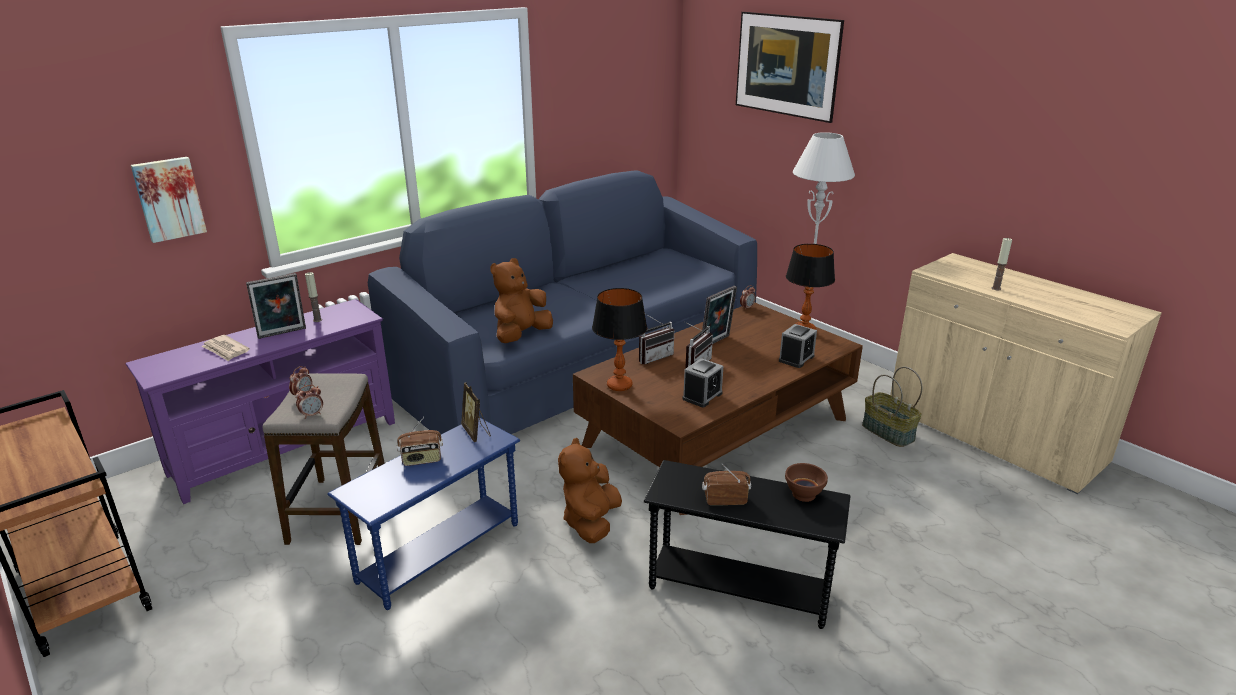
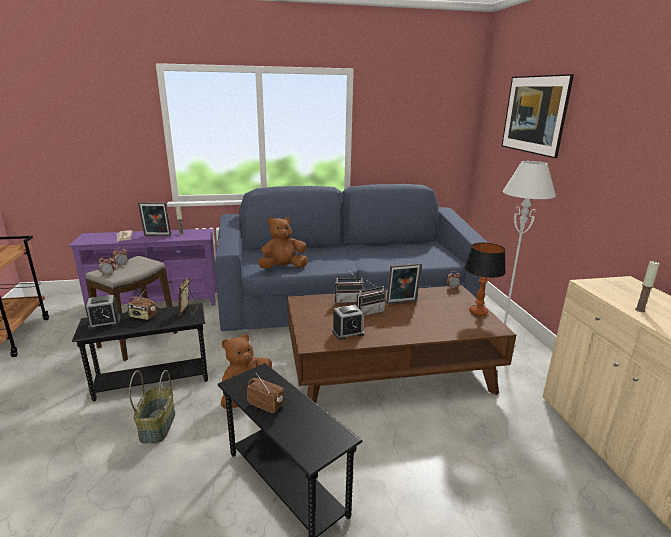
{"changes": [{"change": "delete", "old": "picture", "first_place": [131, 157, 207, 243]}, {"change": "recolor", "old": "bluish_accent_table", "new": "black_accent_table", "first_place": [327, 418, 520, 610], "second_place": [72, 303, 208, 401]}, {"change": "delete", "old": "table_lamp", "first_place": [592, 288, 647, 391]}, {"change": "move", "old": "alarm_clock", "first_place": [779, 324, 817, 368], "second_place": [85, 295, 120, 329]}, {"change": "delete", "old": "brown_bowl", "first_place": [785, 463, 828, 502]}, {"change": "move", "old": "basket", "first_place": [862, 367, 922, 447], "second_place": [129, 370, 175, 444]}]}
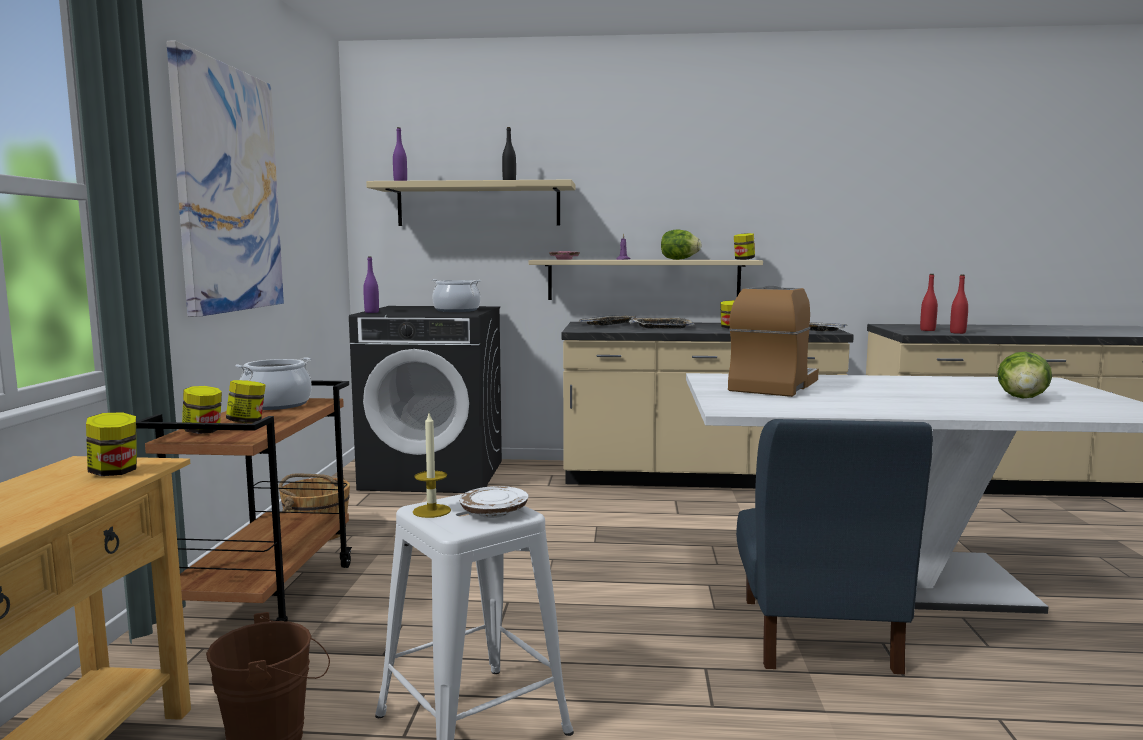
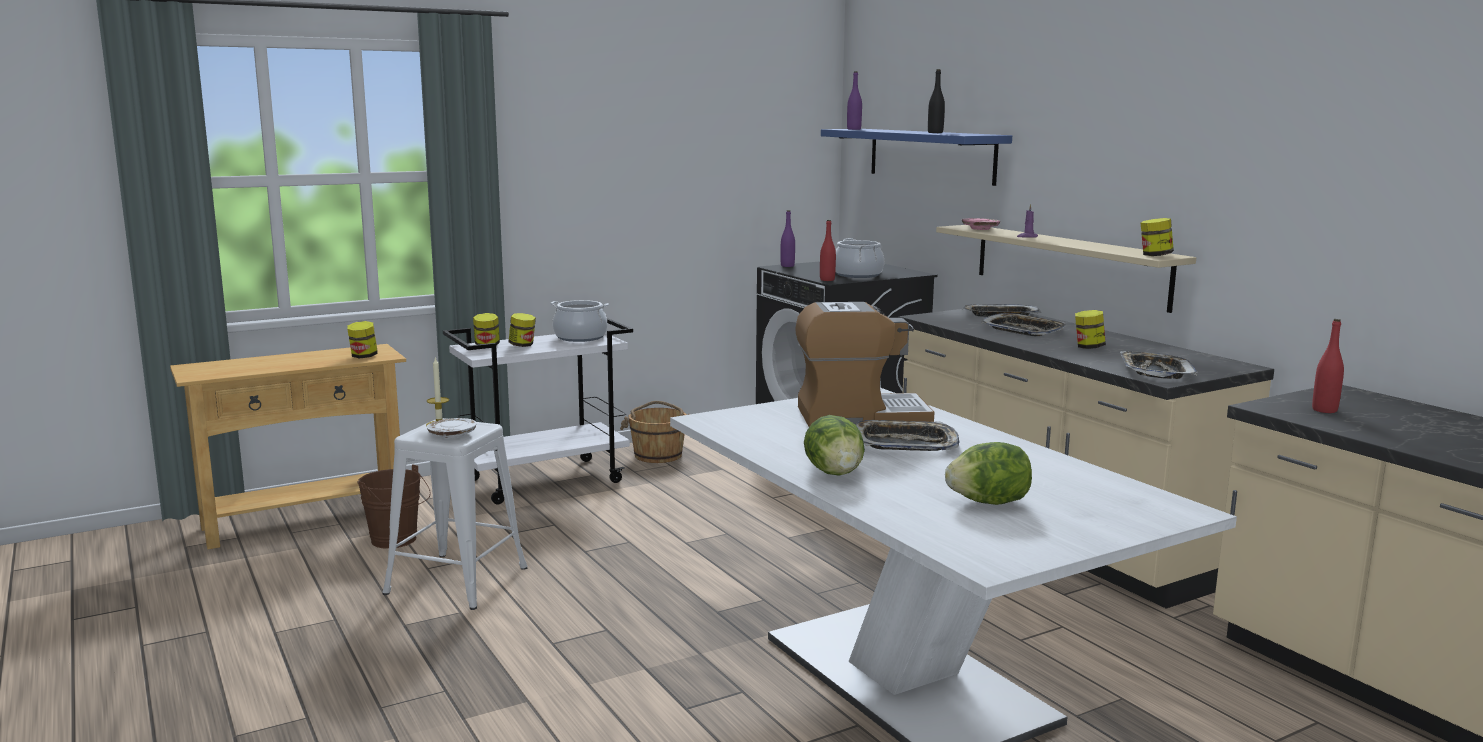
{"changes": [{"change": "recolor", "old": "brown_trolley", "new": "whitish_trolley", "first_place": [136, 380, 352, 622], "second_place": [443, 318, 633, 505]}, {"change": "delete", "old": "picture", "first_place": [166, 41, 284, 317]}, {"change": "recolor", "old": "sand-coloured_bracket_shelf", "new": "bluish_bracket_shelf", "first_place": [366, 180, 575, 226], "second_place": [821, 129, 1012, 186]}, {"change": "move", "old": "lettuce_head", "first_place": [661, 230, 701, 260], "second_place": [804, 415, 865, 475]}, {"change": "delete", "old": "bluish_chair", "first_place": [736, 419, 933, 674]}, {"change": "move", "old": "red_beverage_bottle", "first_place": [950, 274, 968, 334], "second_place": [820, 220, 836, 281]}, {"change": "insert", "new": "tray", "second_place": [856, 420, 959, 451]}]}
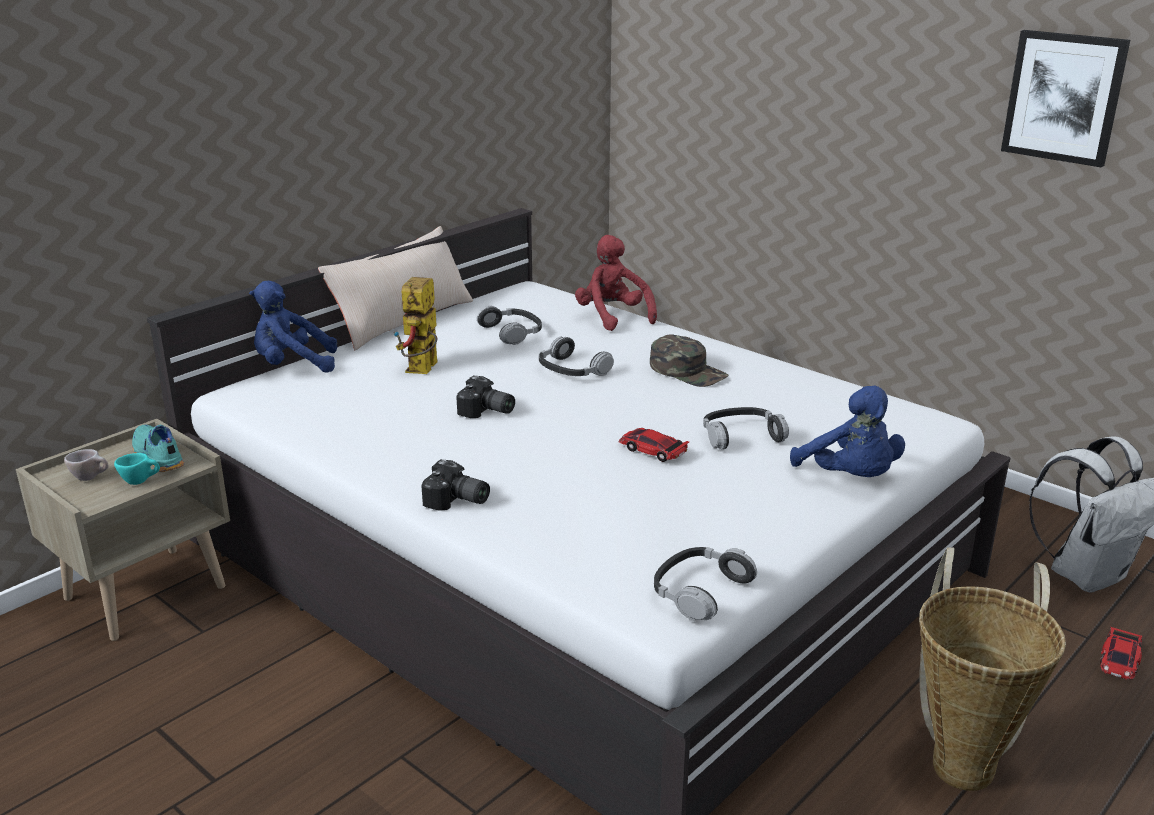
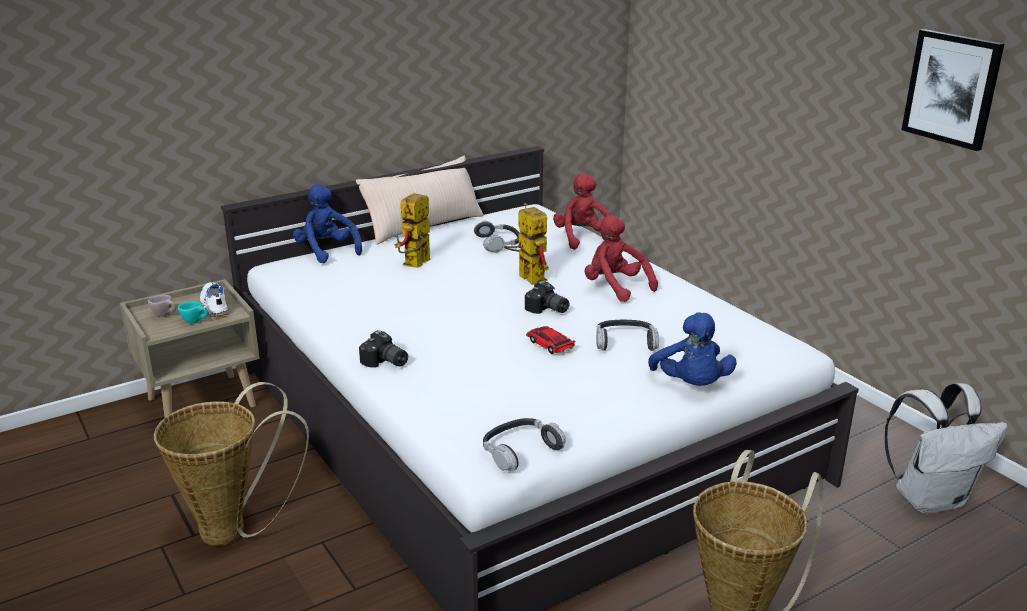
{"changes": [{"change": "recolor", "old": "blue-green_shoe", "new": "whitish_shoe", "first_place": [132, 425, 184, 472], "second_place": [200, 282, 229, 317]}, {"change": "rotate", "old": "bluish_soft_toy", "first_place": [249, 281, 337, 373], "second_place": [293, 184, 362, 264], "degrees": 45}, {"change": "move", "old": "photo_camera", "first_place": [456, 375, 515, 418], "second_place": [525, 281, 569, 314]}, {"change": "replace", "old": "headphones", "new": "model_robot", "first_place": [539, 336, 614, 376], "second_place": [504, 203, 549, 285]}, {"change": "replace", "old": "green-coloured_baseball_cap", "new": "red_soft_toy", "first_place": [650, 334, 728, 387], "second_place": [585, 215, 658, 302]}, {"change": "delete", "old": "miniature_car", "first_place": [1100, 627, 1142, 680]}, {"change": "insert", "new": "basket", "second_place": [154, 382, 309, 546]}]}
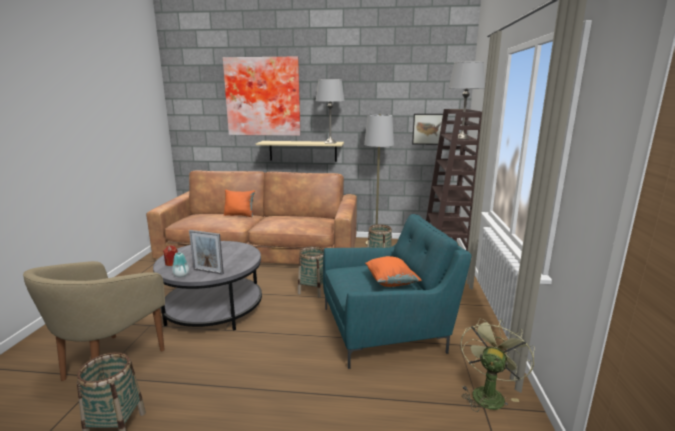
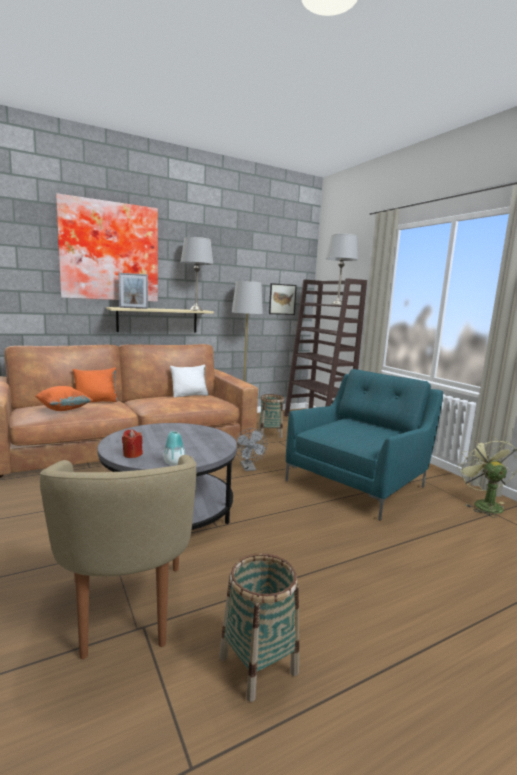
{"changes": [{"change": "move", "old": "picture_frame", "first_place": [189, 230, 224, 275], "second_place": [119, 273, 148, 309]}, {"change": "replace", "old": "basket", "new": "greyish_cooling_fan", "first_place": [298, 246, 324, 298], "second_place": [236, 428, 267, 471]}, {"change": "move", "old": "orange-coloured_throw_pillow", "first_place": [365, 256, 421, 287], "second_place": [35, 386, 93, 411]}, {"change": "insert", "new": "whitish_throw_pillow", "second_place": [170, 364, 208, 397]}]}
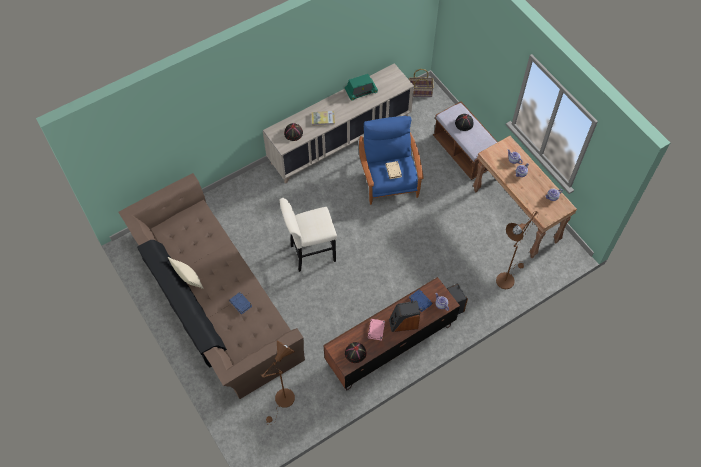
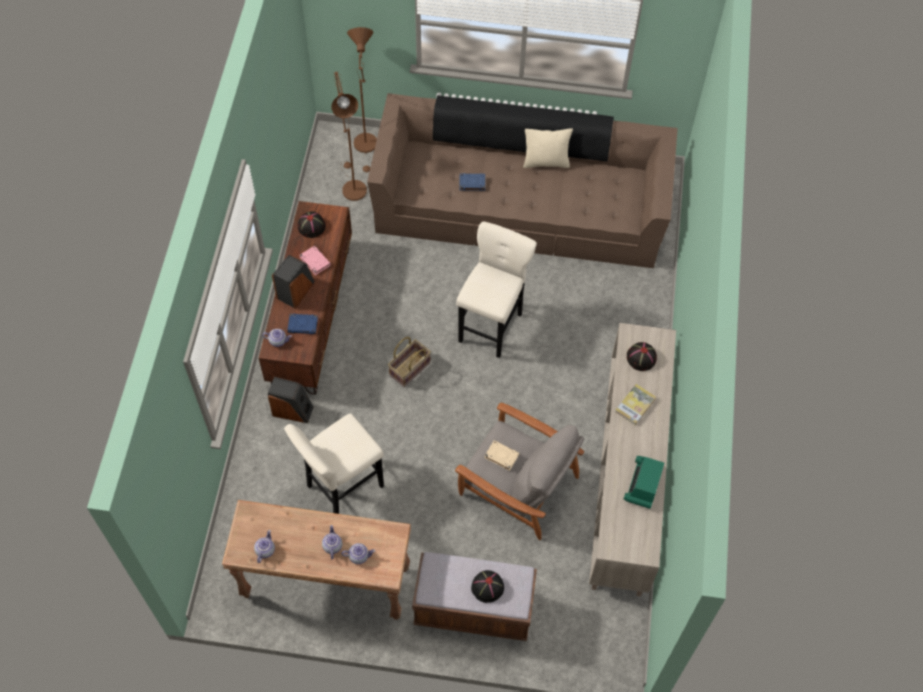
{"changes": [{"change": "recolor", "old": "bluish_lounge_chair", "new": "greyish_lounge_chair", "first_place": [359, 116, 423, 205], "second_place": [455, 403, 584, 540]}, {"change": "move", "old": "basket", "first_place": [409, 69, 434, 97], "second_place": [388, 337, 431, 387]}, {"change": "move", "old": "brown_standard_lamp", "first_place": [496, 211, 539, 289], "second_place": [347, 27, 377, 174]}, {"change": "insert", "new": "sand-coloured_stool", "second_place": [284, 413, 384, 514]}]}
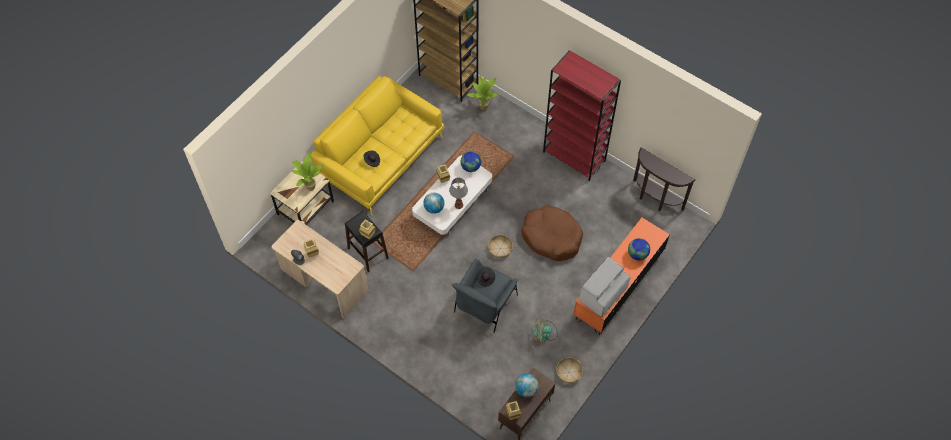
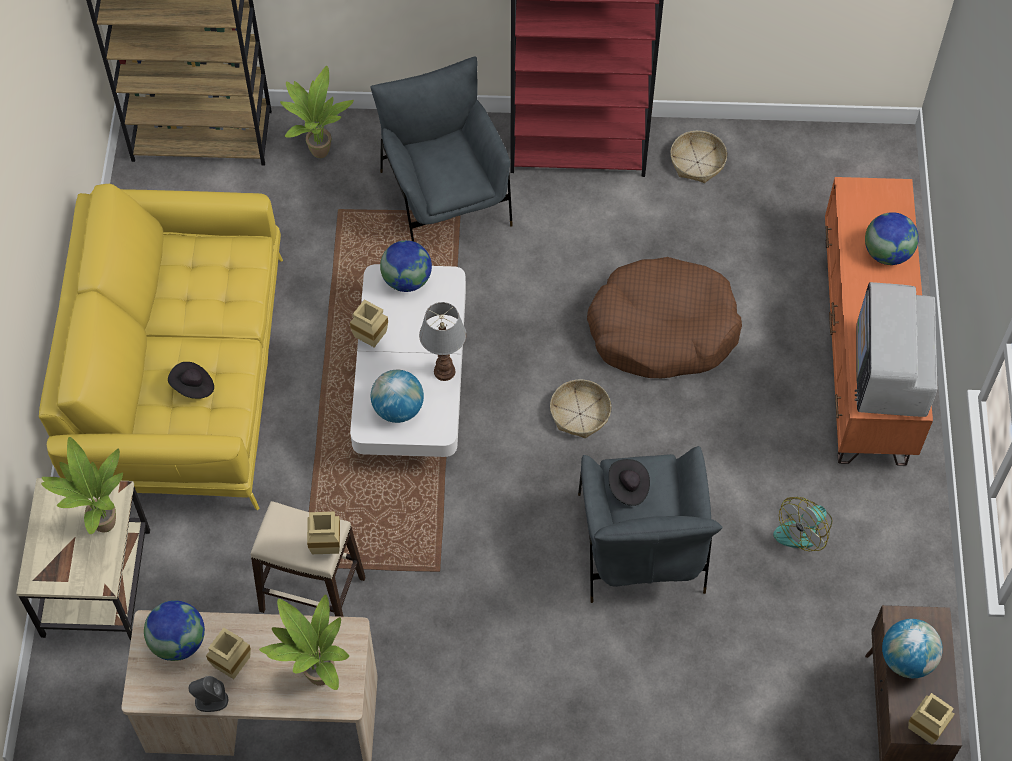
{"changes": [{"change": "recolor", "old": "black_stool", "new": "sand-coloured_stool", "first_place": [345, 211, 388, 272], "second_place": [251, 501, 366, 617]}, {"change": "move", "old": "basket", "first_place": [556, 357, 583, 383], "second_place": [670, 131, 727, 183]}, {"change": "delete", "old": "brown_narrow_table", "first_place": [633, 147, 695, 211]}, {"change": "insert", "new": "desk_globe", "second_place": [144, 600, 205, 661]}, {"change": "insert", "new": "potted_plant", "second_place": [259, 594, 349, 690]}, {"change": "insert", "new": "greyish_lounge_chair", "second_place": [370, 56, 513, 241]}]}
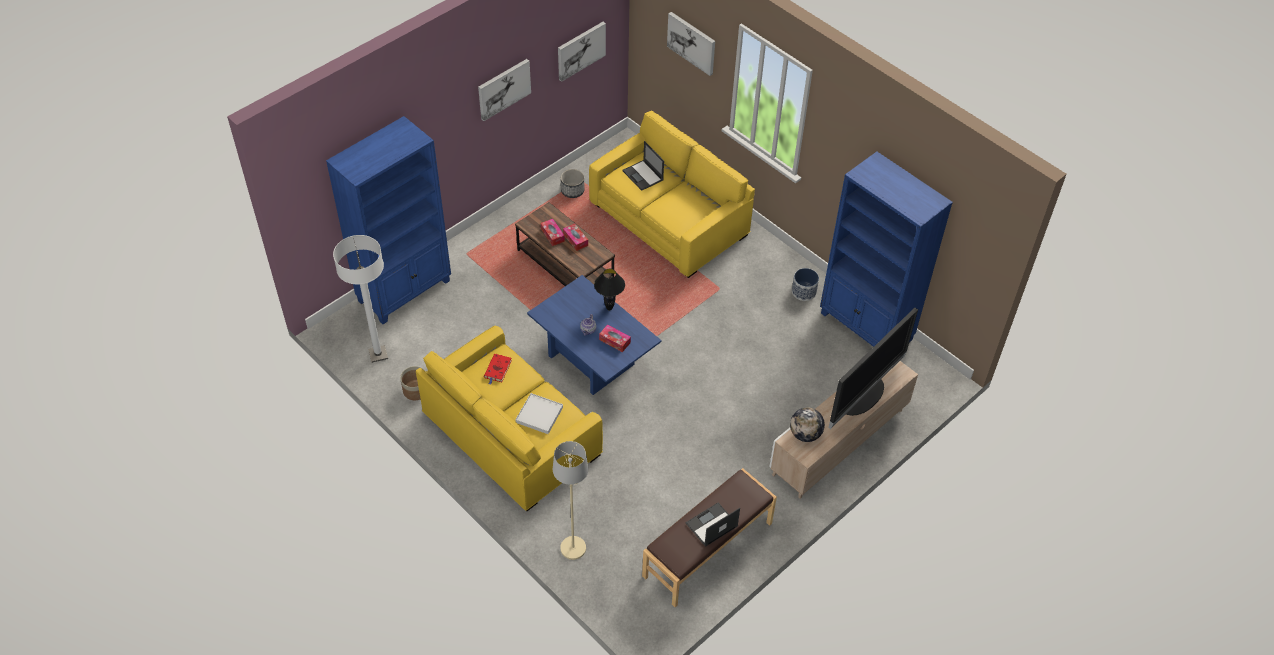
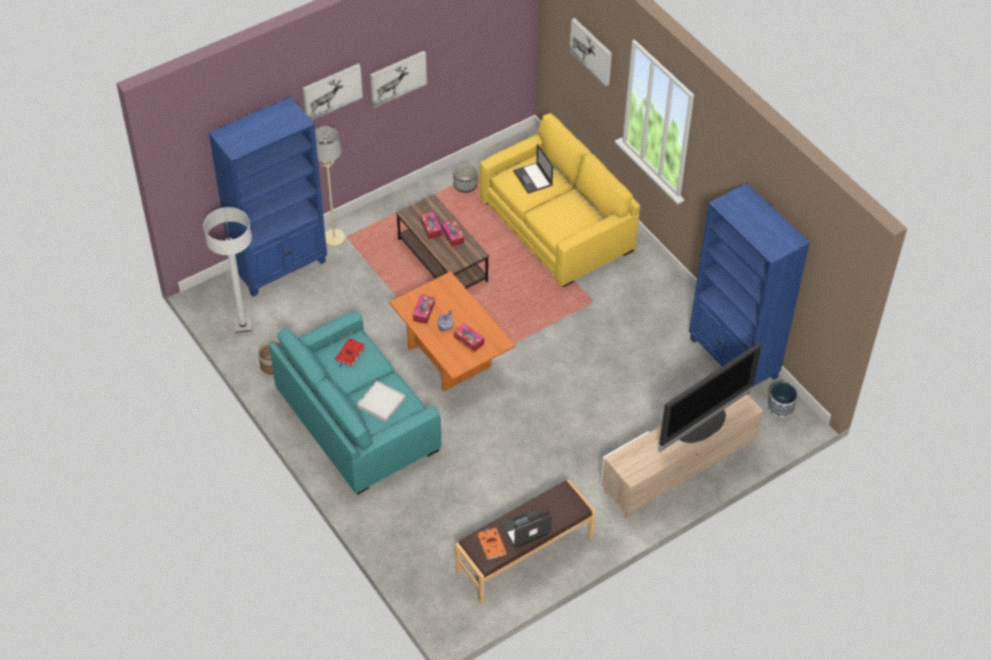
{"changes": [{"change": "recolor", "old": "yellowish_settee", "new": "blue-green_settee", "first_place": [416, 326, 603, 511], "second_place": [269, 311, 441, 495]}, {"change": "recolor", "old": "bluish_coffee_table", "new": "orange-coloured_coffee_table", "first_place": [527, 275, 662, 395], "second_place": [389, 271, 515, 391]}, {"change": "move", "old": "sand-coloured_standard_lamp", "first_place": [553, 441, 589, 560], "second_place": [315, 126, 345, 247]}, {"change": "move", "old": "picture", "first_place": [558, 22, 606, 82], "second_place": [303, 64, 363, 121]}, {"change": "delete", "old": "black_table_lamp", "first_place": [594, 269, 625, 310]}, {"change": "delete", "old": "desk_globe", "first_place": [790, 408, 825, 442]}, {"change": "move", "old": "flower_pot", "first_place": [792, 268, 819, 301], "second_place": [768, 383, 797, 418]}, {"change": "insert", "new": "tissue_holder", "second_place": [413, 295, 435, 324]}, {"change": "insert", "new": "orange-coloured_volume", "second_place": [478, 528, 507, 560]}]}
